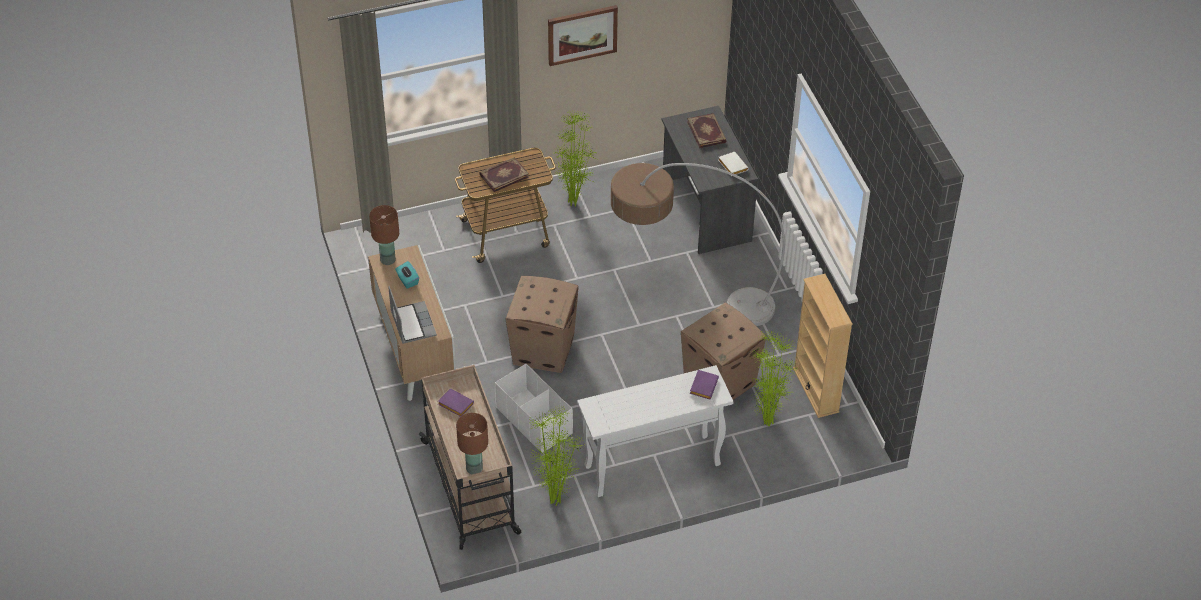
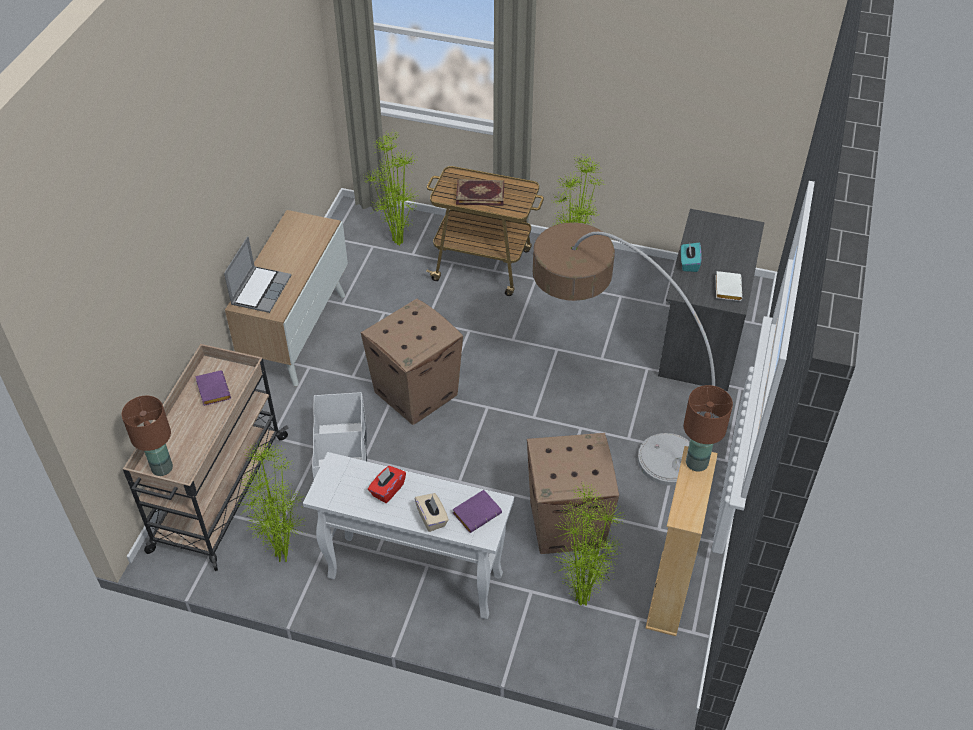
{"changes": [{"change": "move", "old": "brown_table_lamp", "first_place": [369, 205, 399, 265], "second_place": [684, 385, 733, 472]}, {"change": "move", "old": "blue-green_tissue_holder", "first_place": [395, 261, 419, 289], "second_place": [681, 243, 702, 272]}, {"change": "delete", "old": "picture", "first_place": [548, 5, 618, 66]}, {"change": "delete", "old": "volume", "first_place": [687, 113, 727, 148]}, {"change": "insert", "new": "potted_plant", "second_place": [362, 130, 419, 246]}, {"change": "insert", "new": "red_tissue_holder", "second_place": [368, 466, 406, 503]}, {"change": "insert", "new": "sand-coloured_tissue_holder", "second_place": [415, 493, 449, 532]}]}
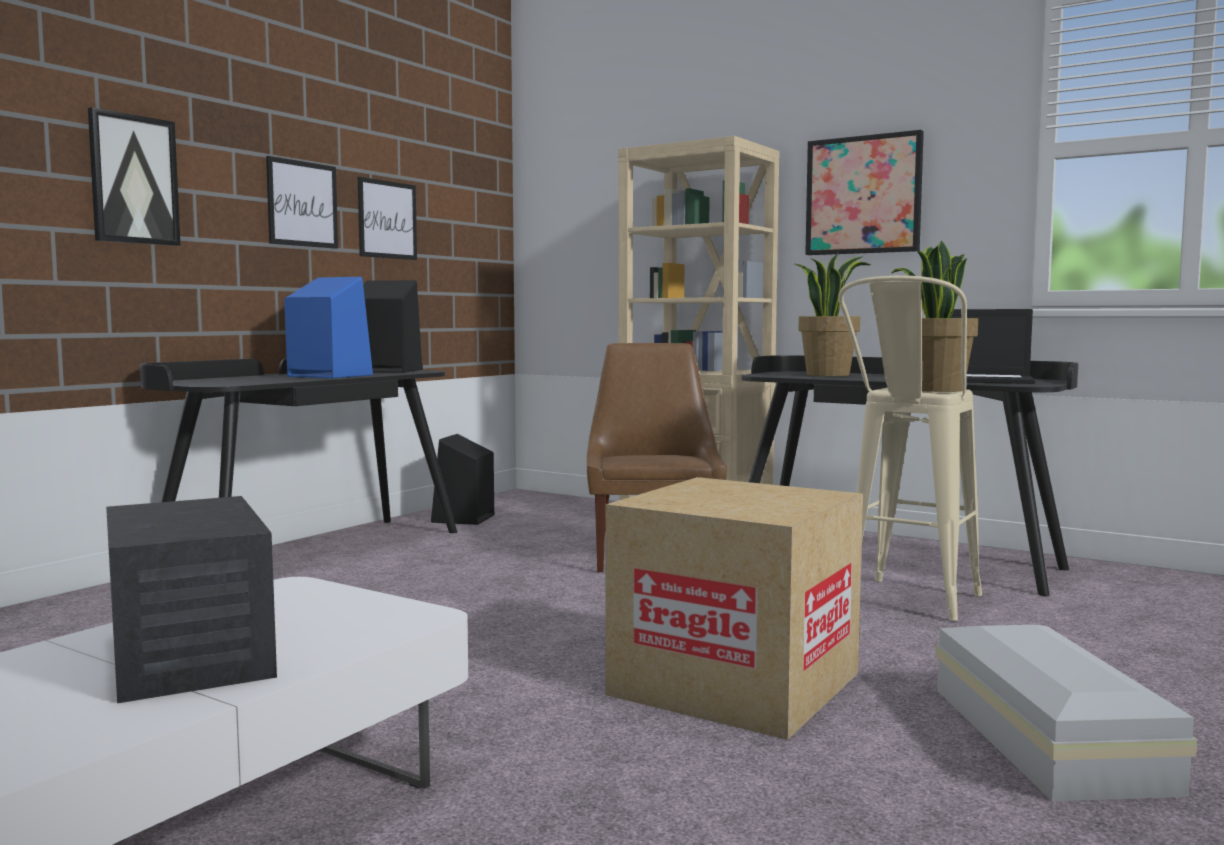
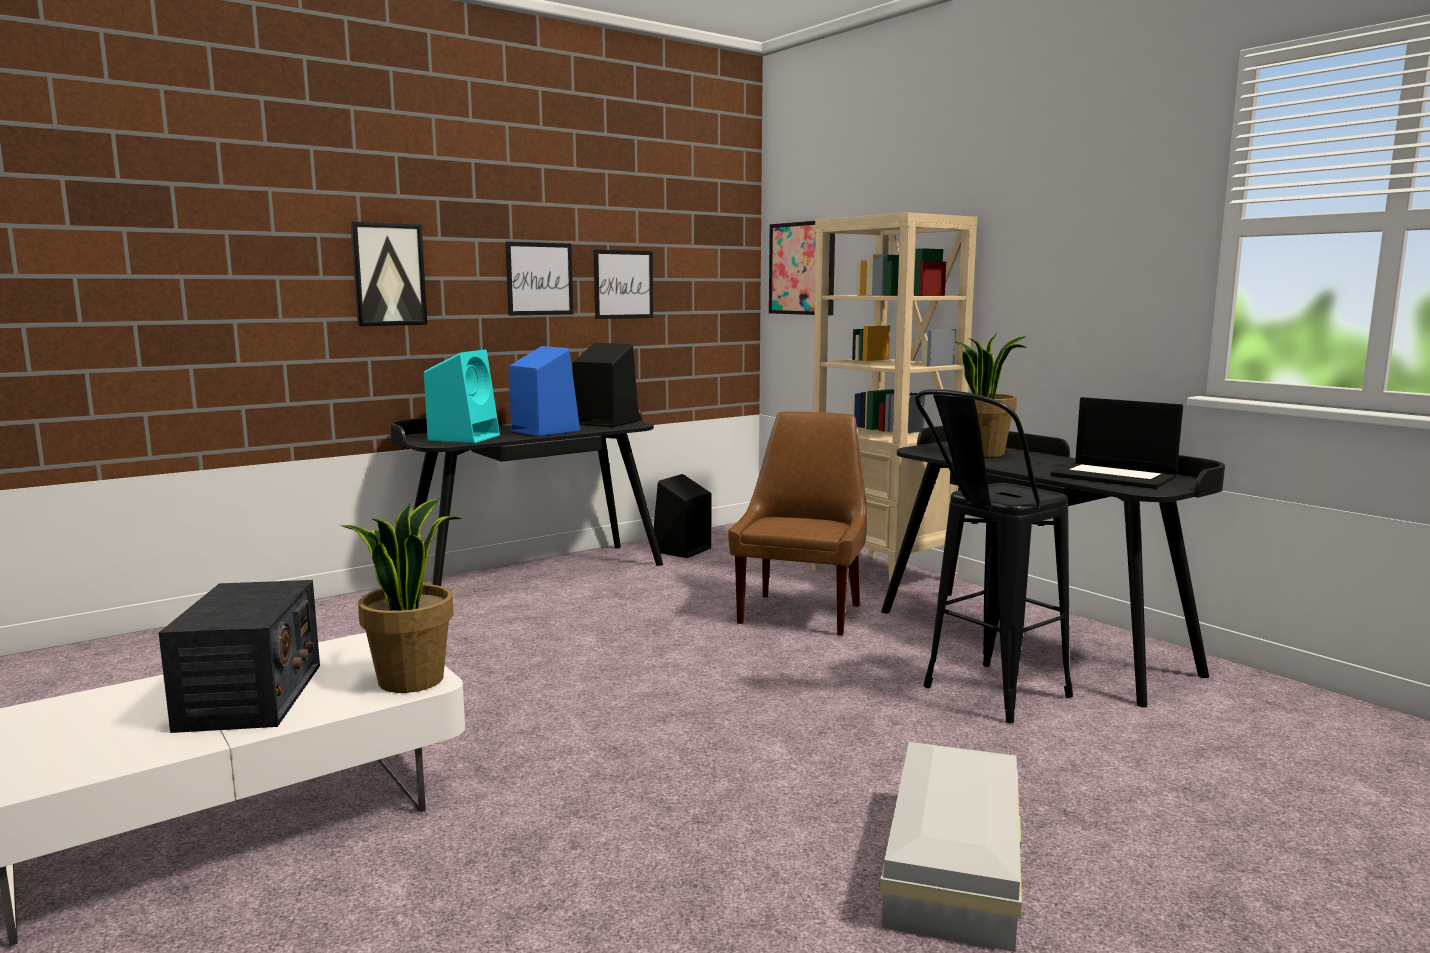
{"changes": [{"change": "delete", "old": "carton", "first_place": [605, 477, 863, 740]}, {"change": "move", "old": "picture", "first_place": [805, 130, 924, 255], "second_place": [769, 221, 835, 315]}, {"change": "recolor", "old": "sand-coloured_stool", "new": "black_stool", "first_place": [838, 276, 982, 621], "second_place": [915, 389, 1073, 723]}, {"change": "move", "old": "potted_plant", "first_place": [892, 241, 978, 392], "second_place": [340, 498, 462, 693]}, {"change": "insert", "new": "blue-green_speaker", "second_place": [424, 349, 500, 443]}]}
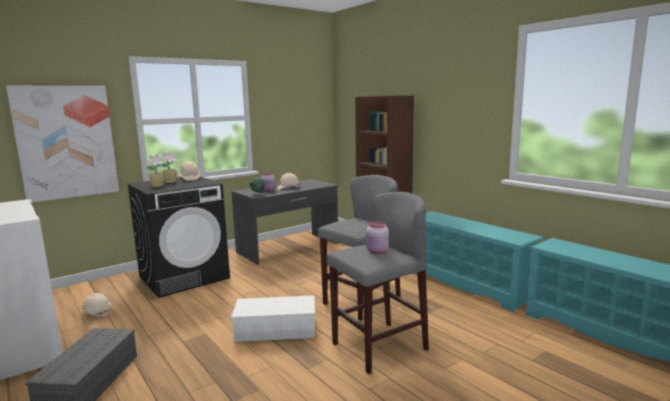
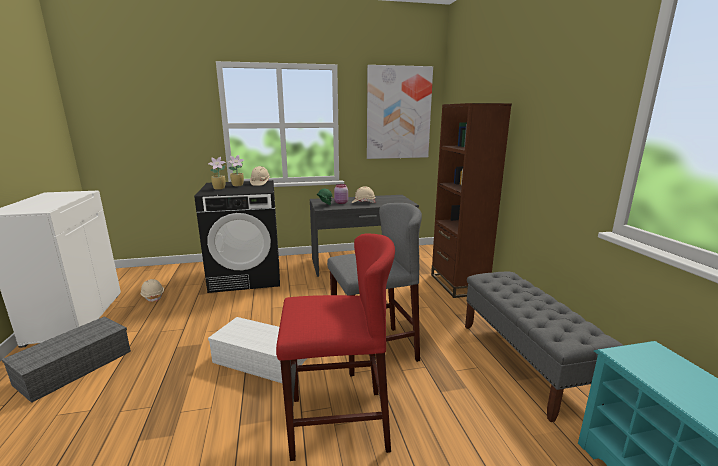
{"changes": [{"change": "move", "old": "picture", "first_place": [6, 86, 119, 202], "second_place": [367, 65, 433, 159]}, {"change": "recolor", "old": "greyish_stool", "new": "red_stool", "first_place": [327, 192, 429, 374], "second_place": [276, 233, 395, 461]}, {"change": "delete", "old": "pink_jar", "first_place": [366, 221, 389, 254]}, {"change": "replace", "old": "blue-green_shoe_rack", "new": "greyish_long_seat", "first_place": [414, 211, 544, 312], "second_place": [465, 271, 624, 422]}]}
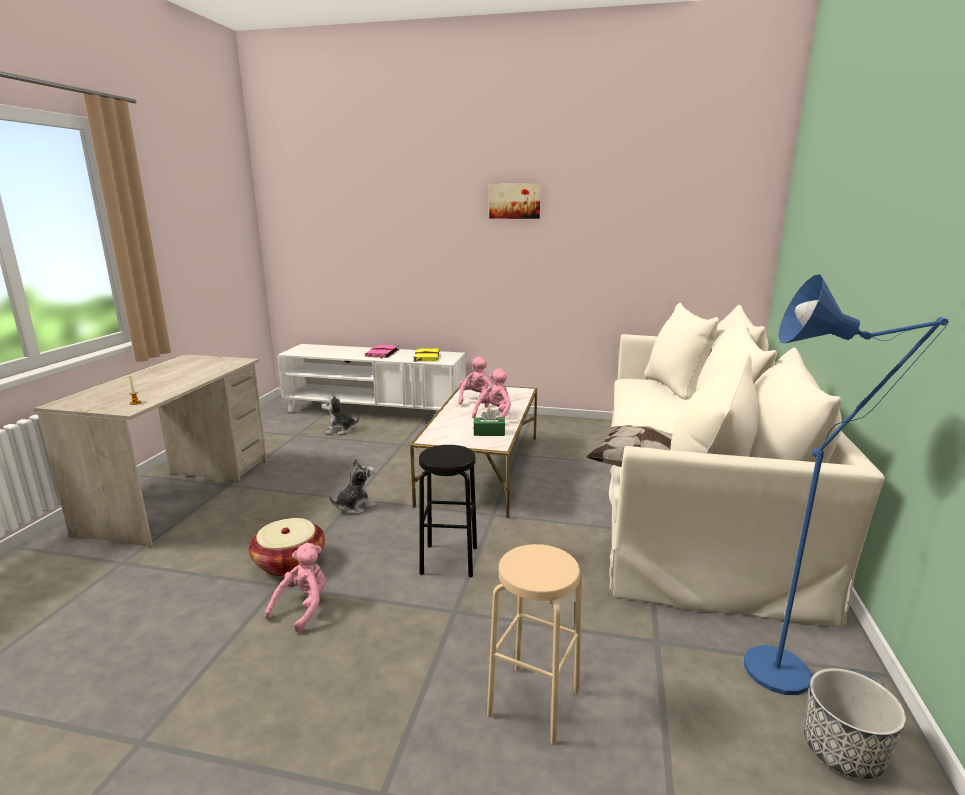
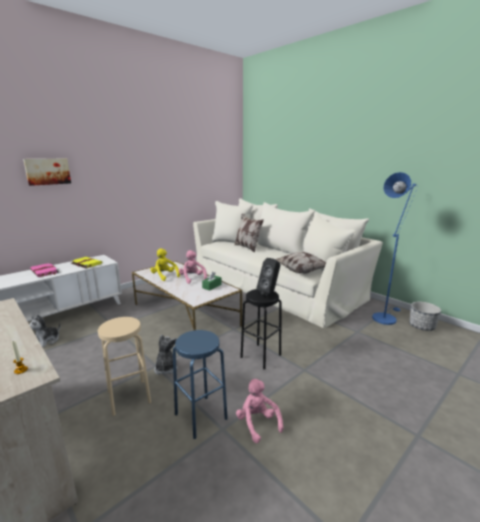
{"changes": [{"change": "replace", "old": "basket", "new": "bluish_stool", "first_place": [249, 518, 325, 577], "second_place": [173, 330, 228, 439]}, {"change": "recolor", "old": "pink_soft_toy", "new": "yellowish_soft_toy", "first_place": [458, 356, 492, 408], "second_place": [150, 248, 180, 281]}, {"change": "move", "old": "sand-coloured_stool", "first_place": [487, 544, 582, 745], "second_place": [98, 317, 151, 416]}, {"change": "move", "old": "picture", "first_place": [489, 183, 541, 219], "second_place": [23, 159, 71, 186]}, {"change": "insert", "new": "throw_pillow", "second_place": [234, 214, 264, 253]}, {"change": "insert", "new": "black_speaker", "second_place": [256, 258, 280, 297]}]}
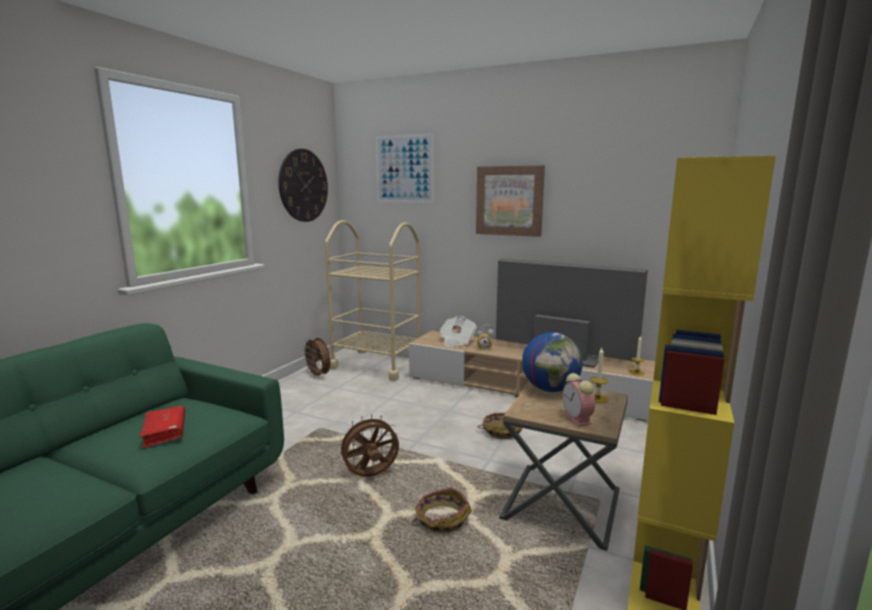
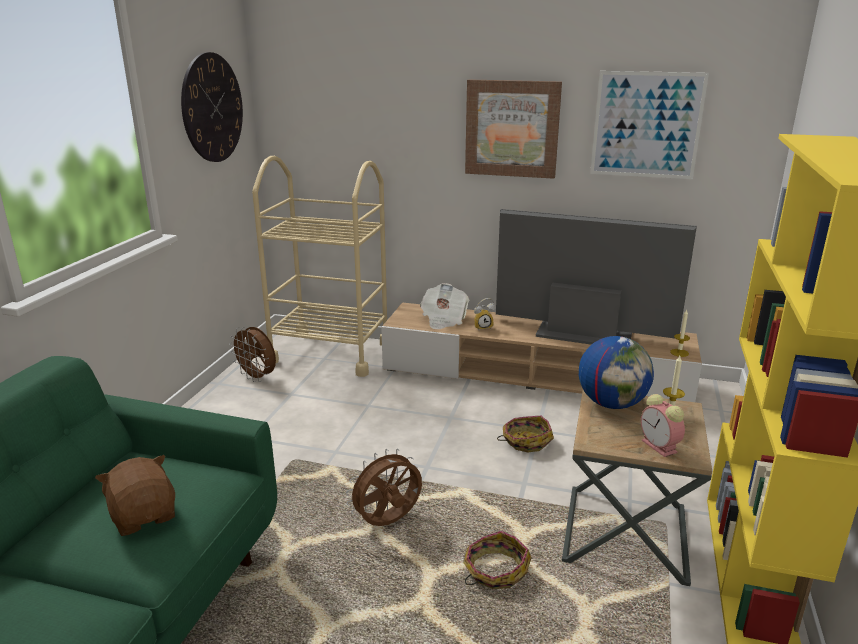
{"changes": [{"change": "replace", "old": "red_volume", "new": "brown_soft_toy", "first_place": [139, 406, 185, 449], "second_place": [95, 455, 175, 536]}, {"change": "move", "old": "picture", "first_place": [376, 133, 434, 203], "second_place": [590, 71, 709, 179]}]}
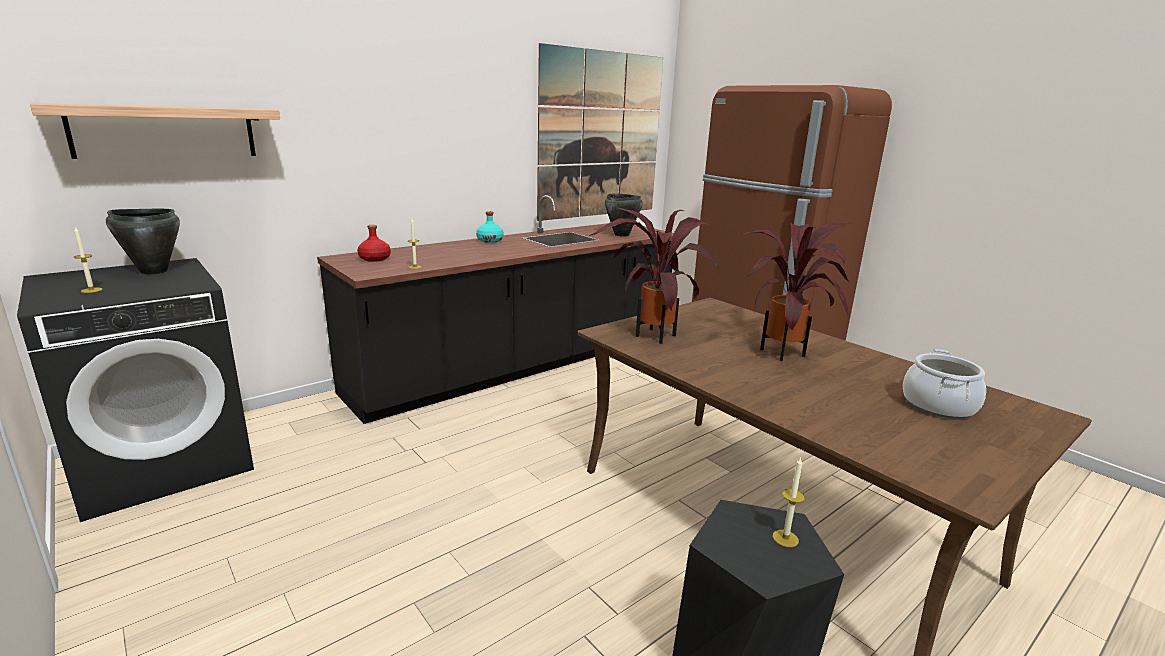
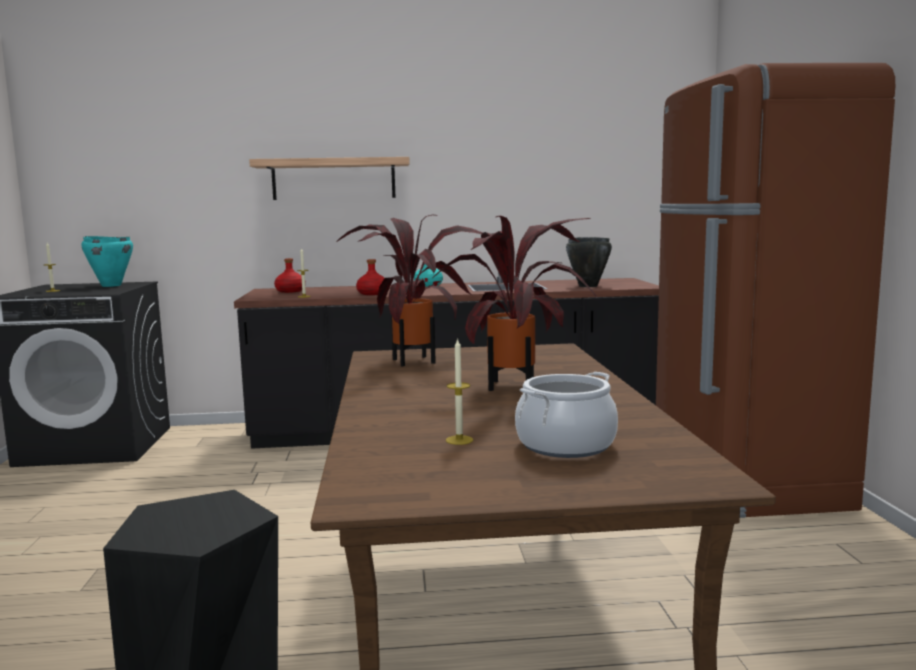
{"changes": [{"change": "move", "old": "bracket_shelf", "first_place": [30, 103, 280, 159], "second_place": [249, 157, 410, 200]}, {"change": "recolor", "old": "black_cooking_pot", "new": "blue-green_cooking_pot", "first_place": [106, 209, 180, 275], "second_place": [81, 236, 133, 287]}, {"change": "delete", "old": "picture", "first_place": [537, 43, 663, 221]}, {"change": "move", "old": "wax_light", "first_place": [773, 457, 805, 547], "second_place": [446, 338, 473, 445]}, {"change": "insert", "new": "red_beverage_bottle", "second_place": [356, 259, 384, 295]}]}
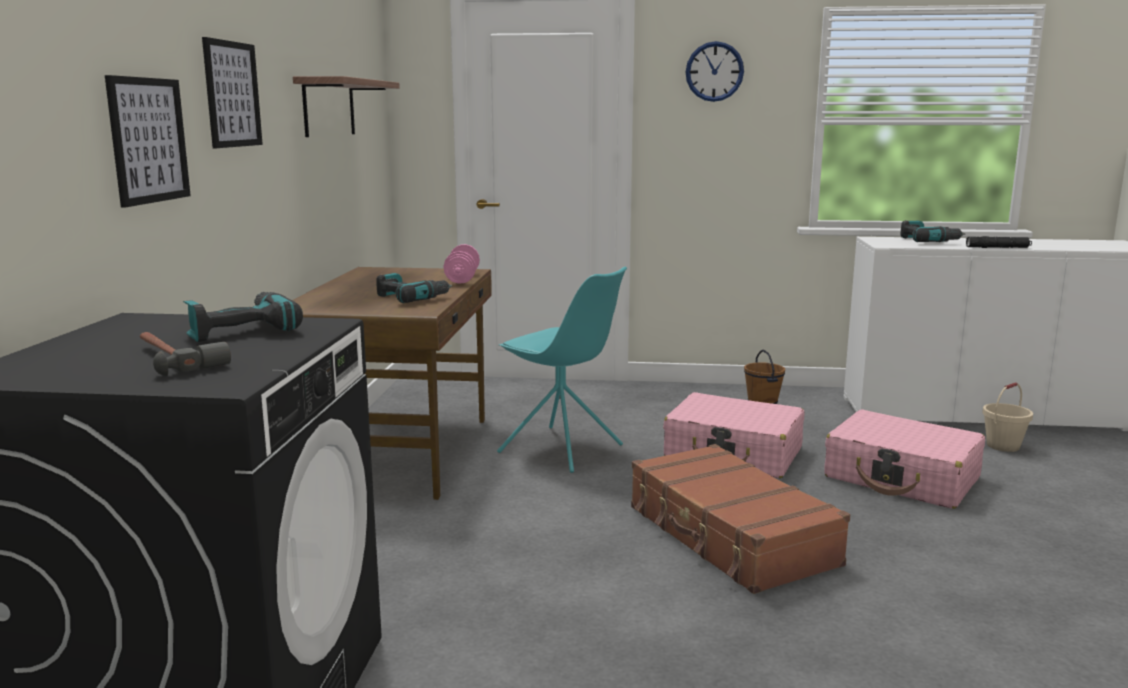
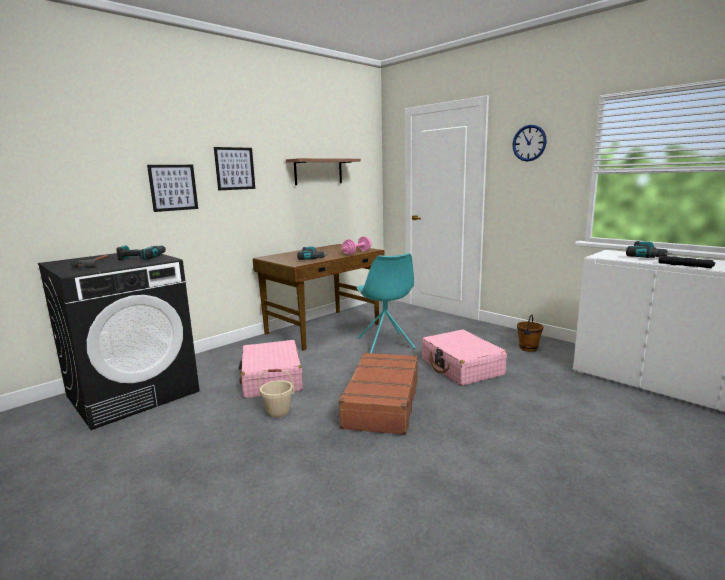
{"changes": [{"change": "move", "old": "pink_piece_of_luggage", "first_place": [824, 409, 985, 509], "second_place": [238, 340, 303, 398]}, {"change": "move", "old": "sand-coloured_bucket", "first_place": [982, 382, 1033, 452], "second_place": [258, 369, 294, 418]}]}
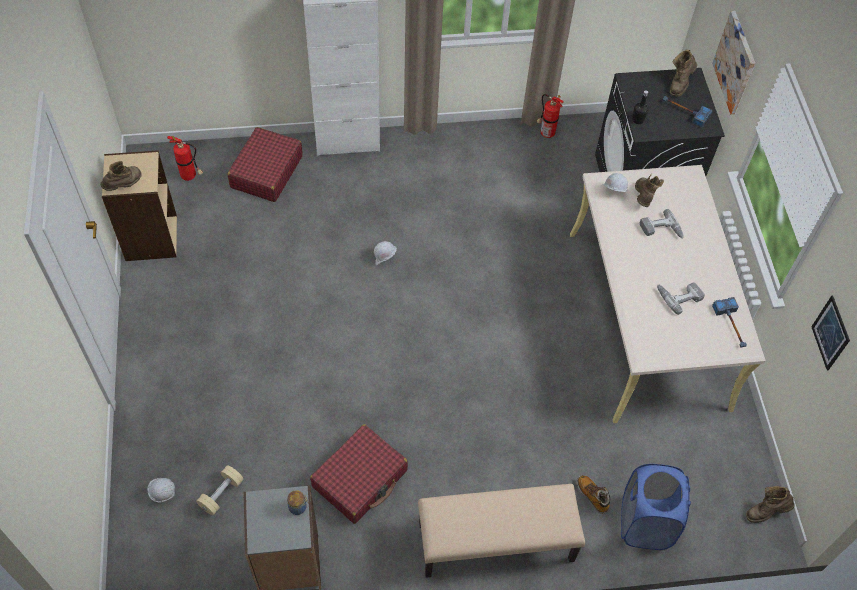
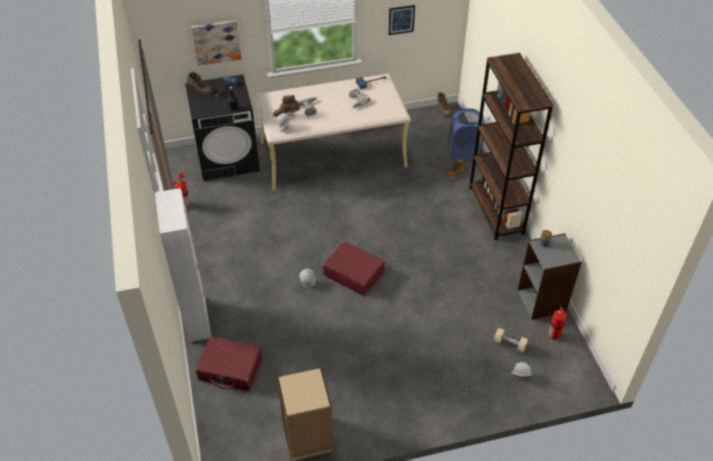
{"changes": [{"change": "delete", "old": "brown_boot", "first_place": [100, 161, 141, 191]}, {"change": "move", "old": "extinguisher", "first_place": [167, 136, 203, 181], "second_place": [548, 303, 567, 339]}, {"change": "move", "old": "red_piece_of_luggage", "first_place": [310, 424, 408, 524], "second_place": [323, 241, 385, 296]}, {"change": "replace", "old": "sand-coloured_long_seat", "new": "brown_bookshelf", "first_place": [418, 484, 585, 578], "second_place": [469, 53, 554, 240]}]}
